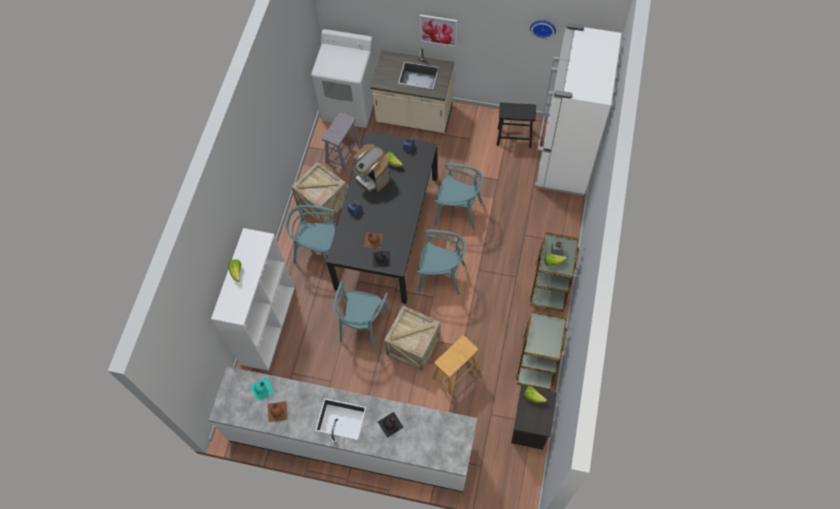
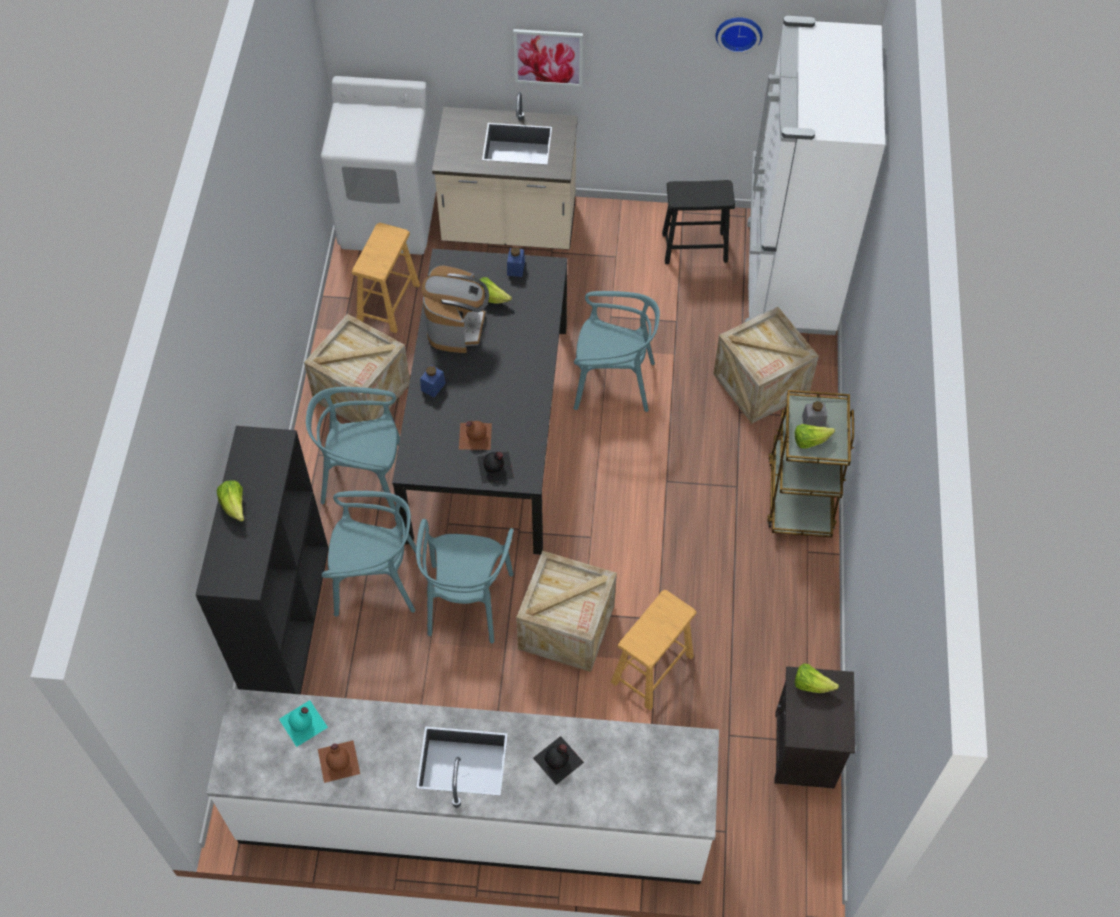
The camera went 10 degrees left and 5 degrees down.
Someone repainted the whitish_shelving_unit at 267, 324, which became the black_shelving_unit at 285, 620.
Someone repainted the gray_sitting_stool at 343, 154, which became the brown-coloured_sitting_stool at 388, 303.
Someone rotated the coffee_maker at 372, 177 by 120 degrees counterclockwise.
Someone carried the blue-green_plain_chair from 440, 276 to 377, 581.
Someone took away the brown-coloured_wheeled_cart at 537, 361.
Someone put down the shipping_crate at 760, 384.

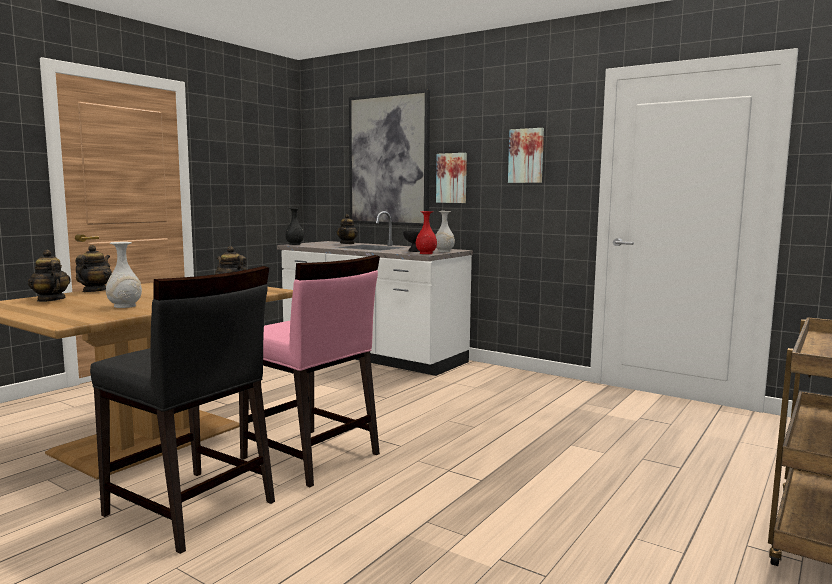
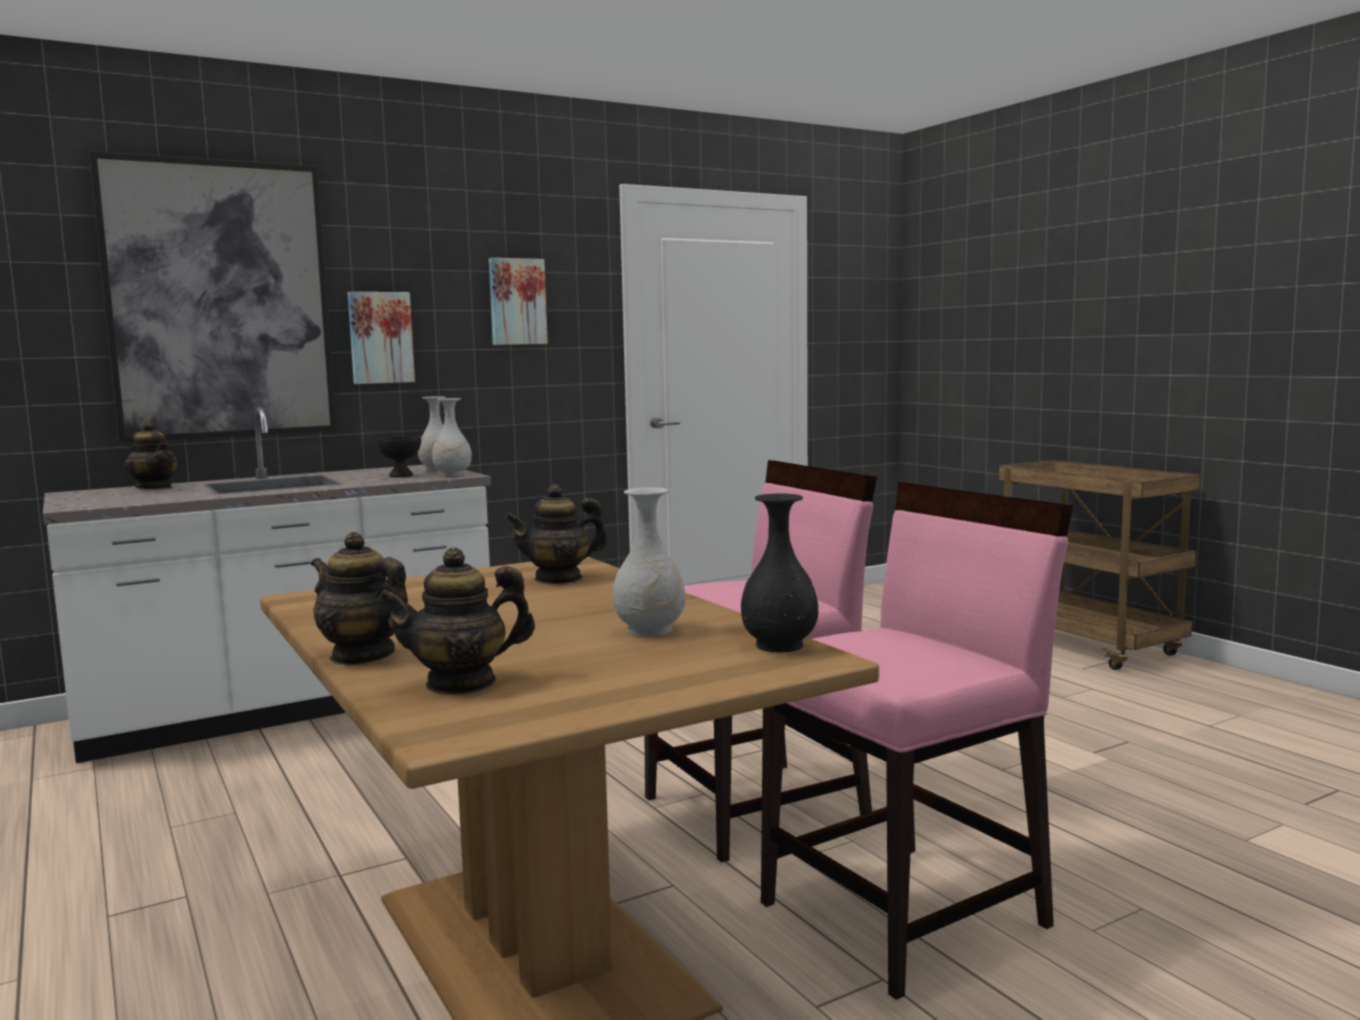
The camera went 65 degrees left and 0 degrees up.
Someone repainted the black_plain_chair at 190, 509, which became the pinkish_plain_chair at 907, 914.
Someone carried the black_flower_vase from 295, 244 to 780, 645.
Someone repainted the reddish_flower_vase at 426, 253, which became the whitish_flower_vase at 452, 474.

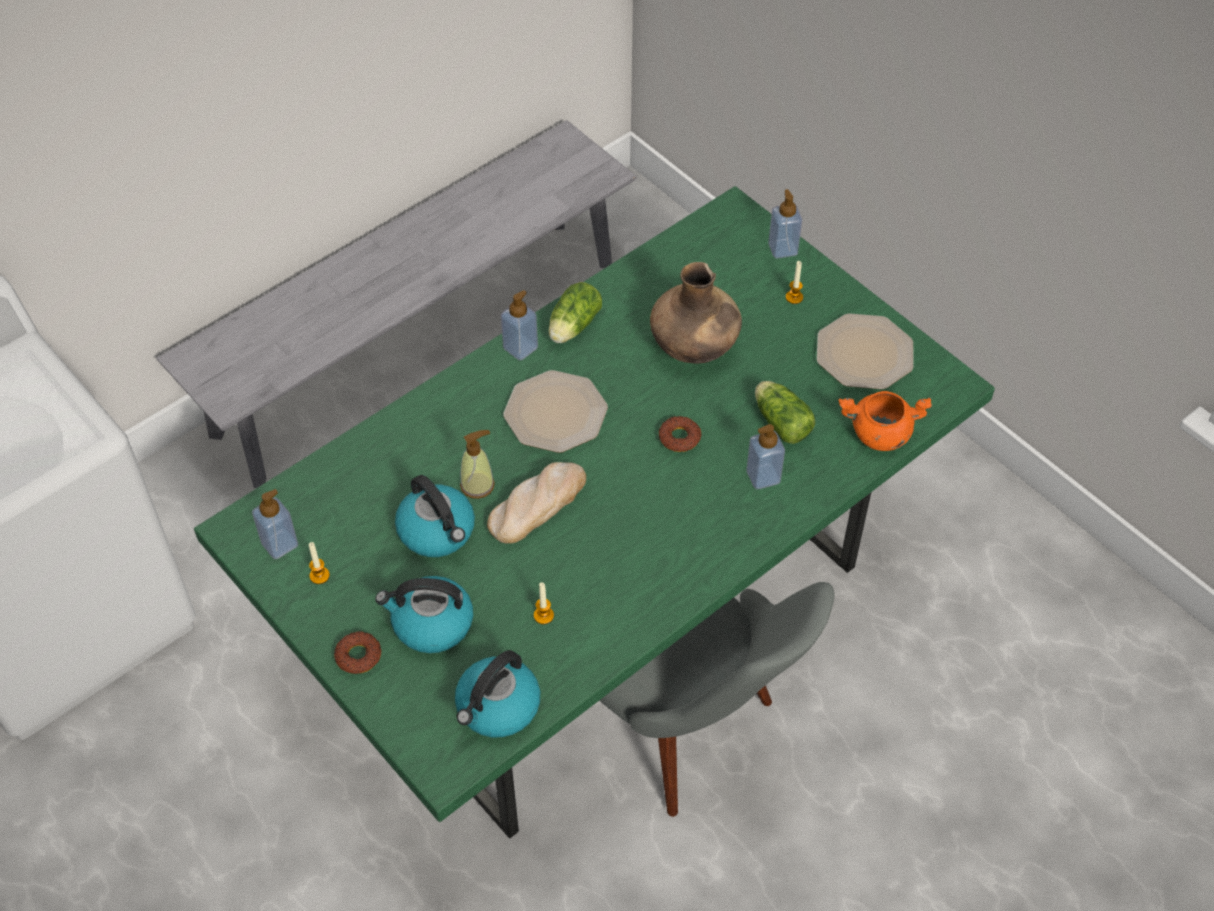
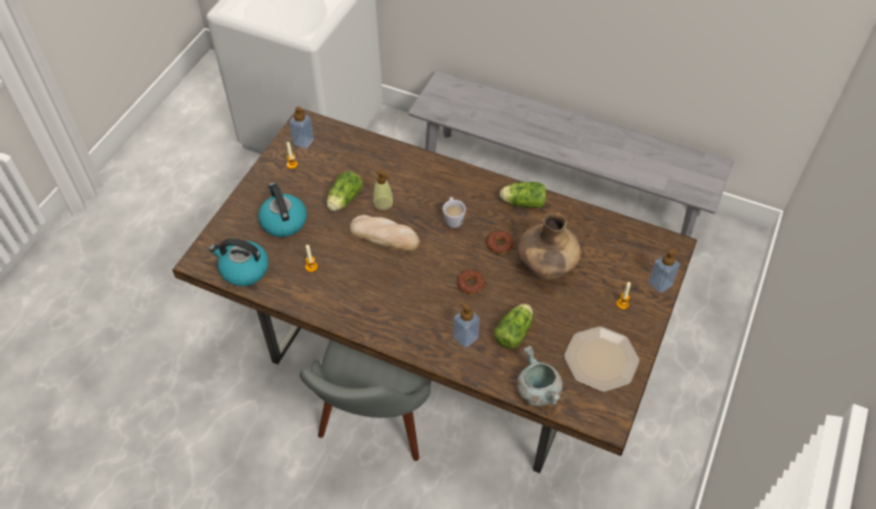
The camera went 65 degrees right and 0 degrees up.
Someone repainted the greenish_dining_table at 608, 604, which became the brown-coloured_dining_table at 439, 349.
Someone carried the donut from 358, 656 to 499, 244.
Someone swapped the water_kettle at 438, 531 for the lettuce at 343, 200.
Someone took away the liquid_soap_bottle at 520, 348.
Someone swapped the flat_dish at 554, 413 for the whitish_mug at 453, 218.
Someone repainted the orange_stockpot at 879, 434, which became the gray_stockpot at 537, 390.

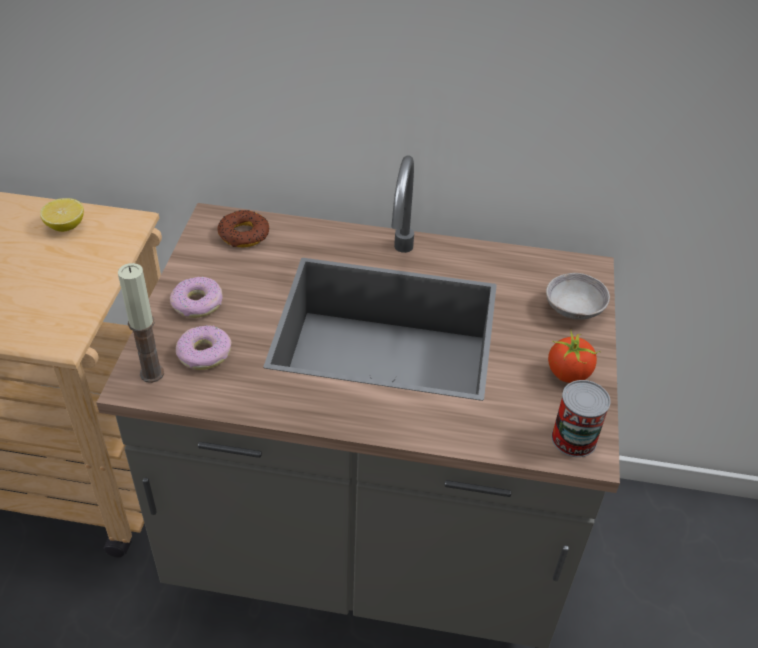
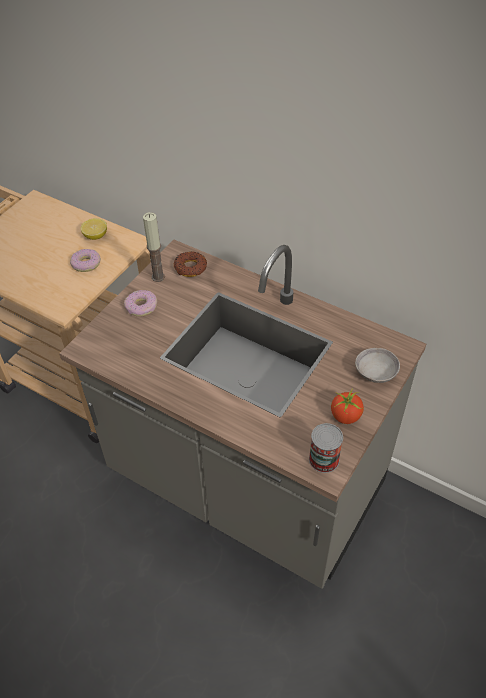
The camera went 25 degrees right and 5 degrees up.
Someone carried the wax_light from 152, 373 to 158, 277.
Someone carried the donut from 204, 353 to 86, 264.

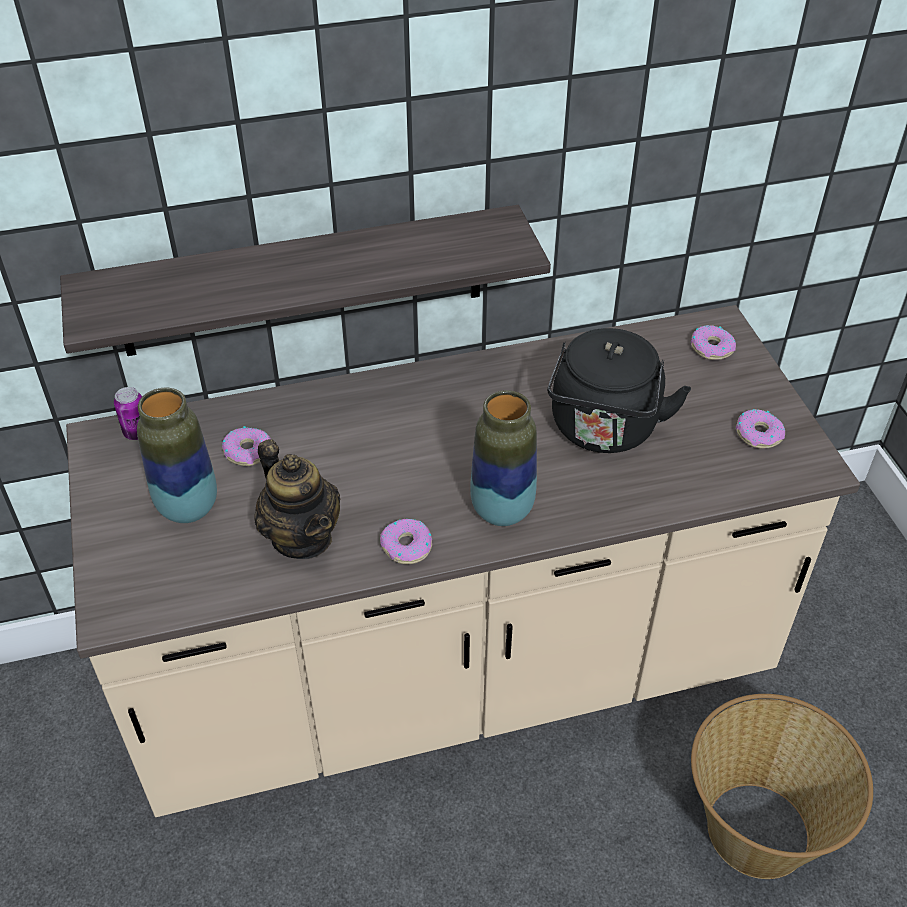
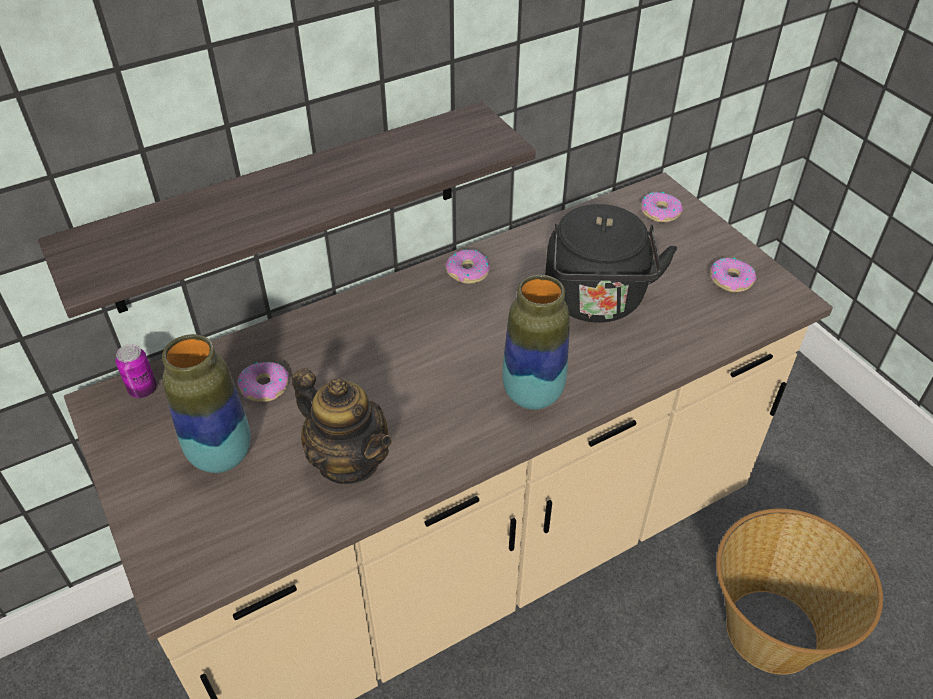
The camera went 15 degrees left and 0 degrees up.
Someone carried the donut from 406, 546 to 467, 272.

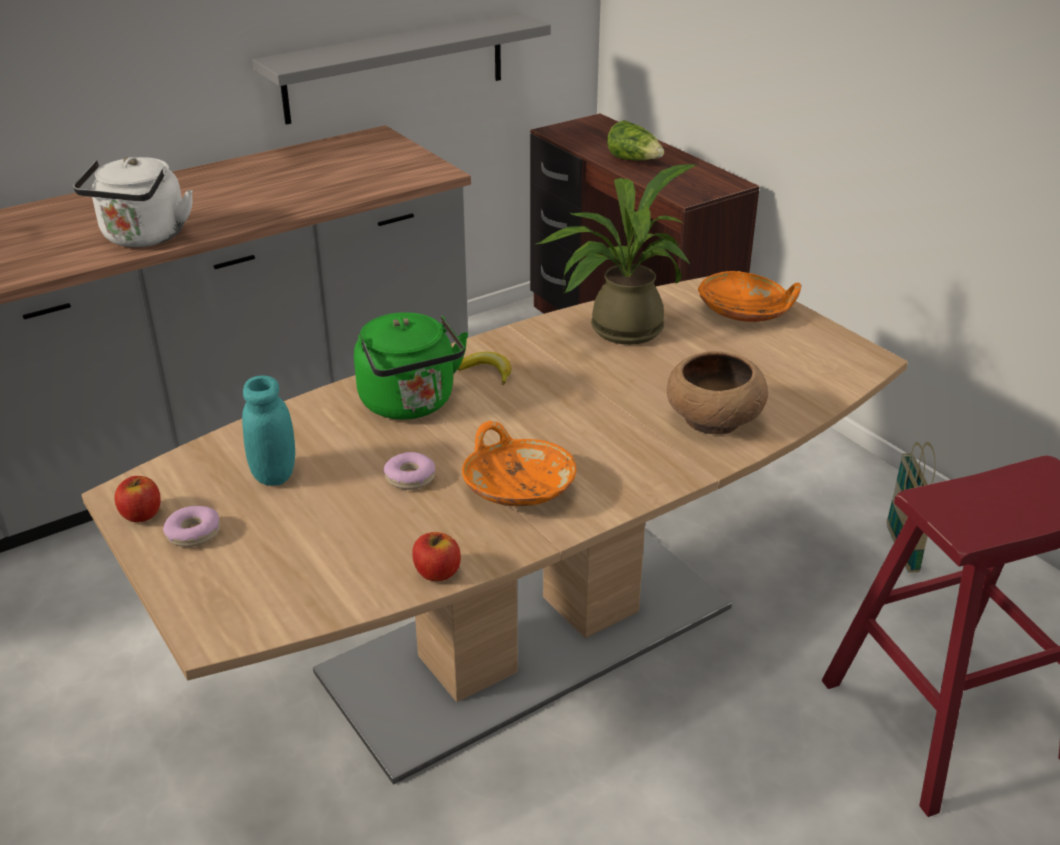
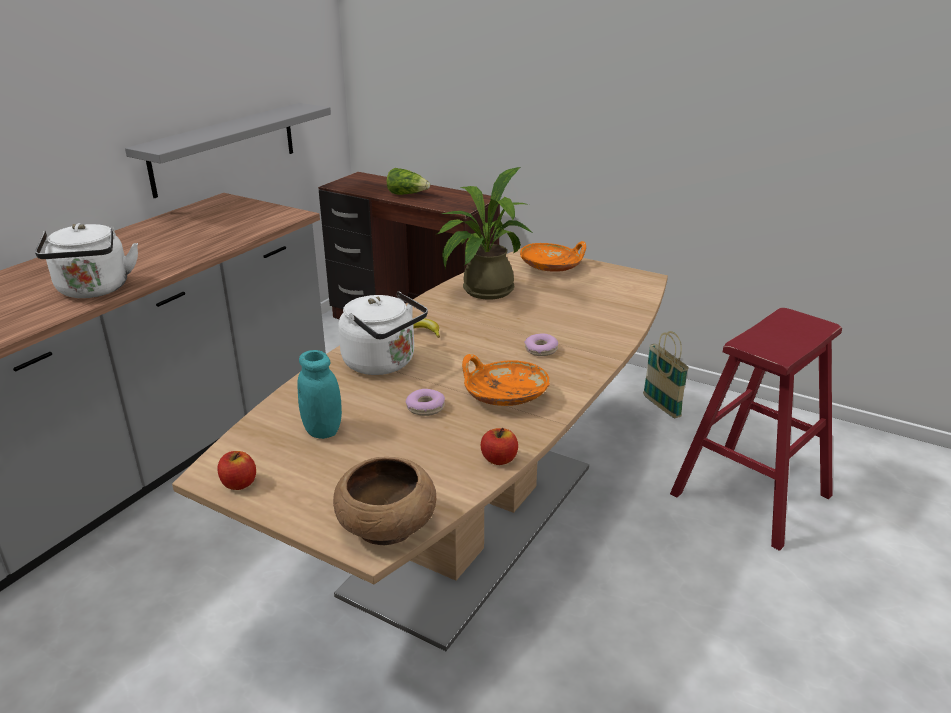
The camera went 25 degrees left and 5 degrees down.
Someone carried the donut from 193, 533 to 541, 350.
Someone repainted the greenish_water_kettle at 410, 404, which became the whitish_water_kettle at 383, 363.
Someone carried the brown-coloured_serving_bowl from 713, 420 to 386, 527.

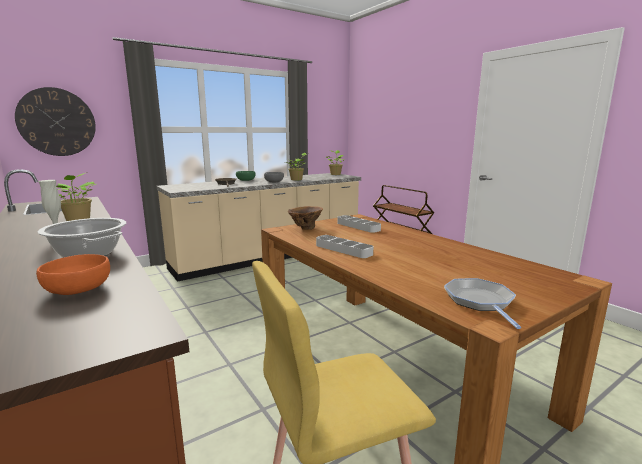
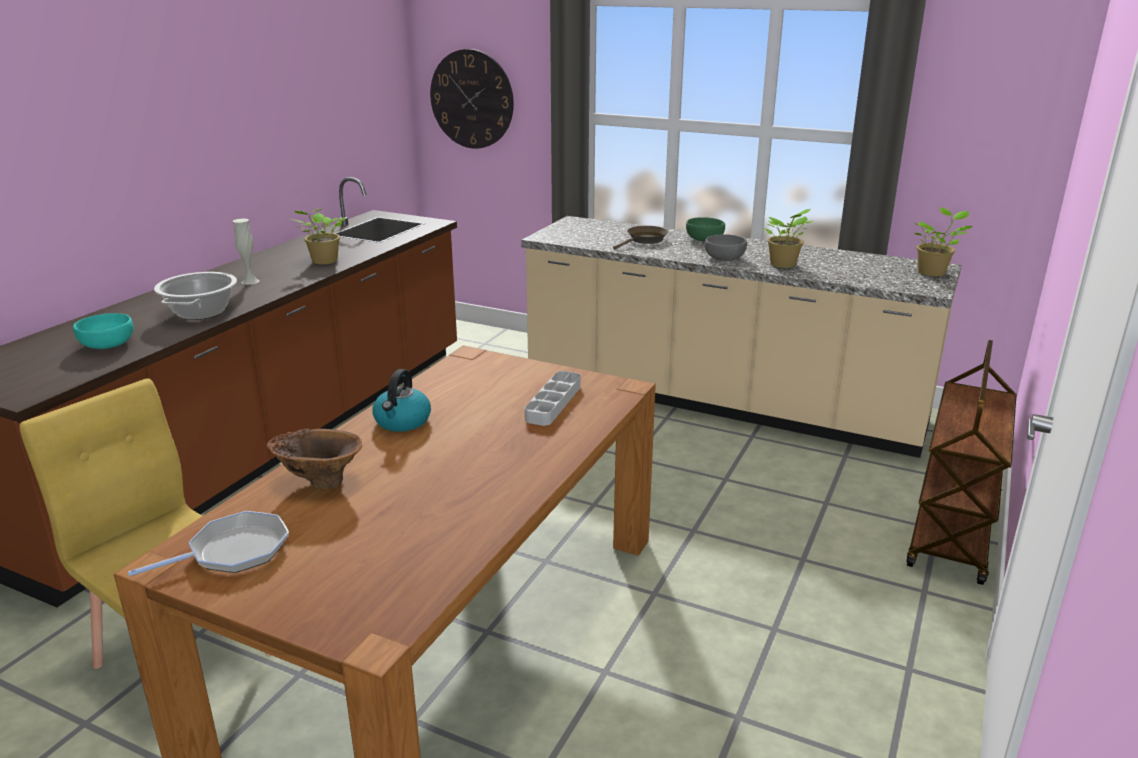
The camera went 60 degrees right and 10 degrees up.
Someone repainted the orange_serving_bowl at 79, 289, which became the blue-green_serving_bowl at 107, 345.
Someone carried the brown-coloured_flower_vase from 305, 229 to 319, 481.
Someone swapped the gray_tray at 343, 249 for the water_kettle at 402, 422.

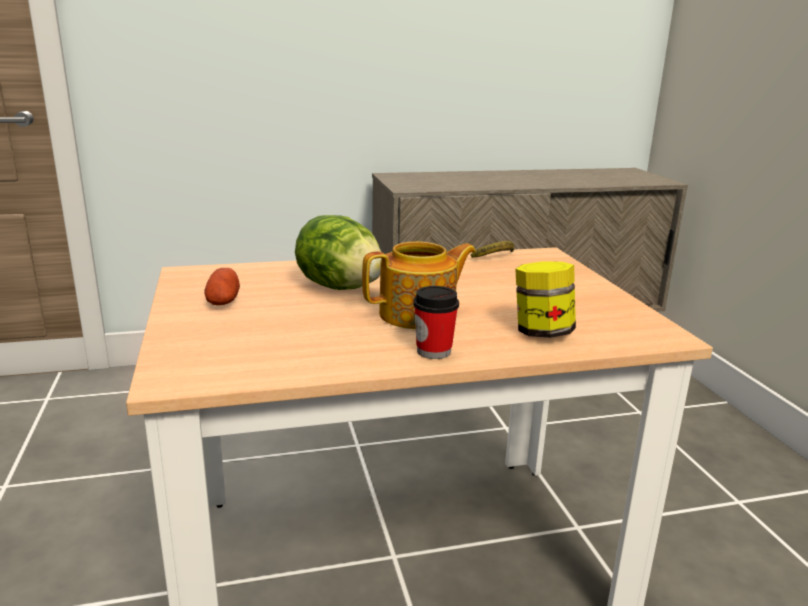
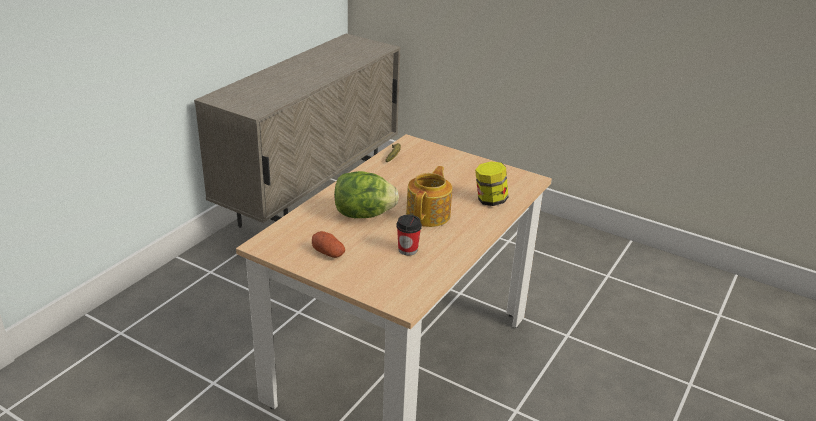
The camera went 45 degrees left and 10 degrees up.
Someone carried the drinking_cup from 433, 351 to 407, 250.

